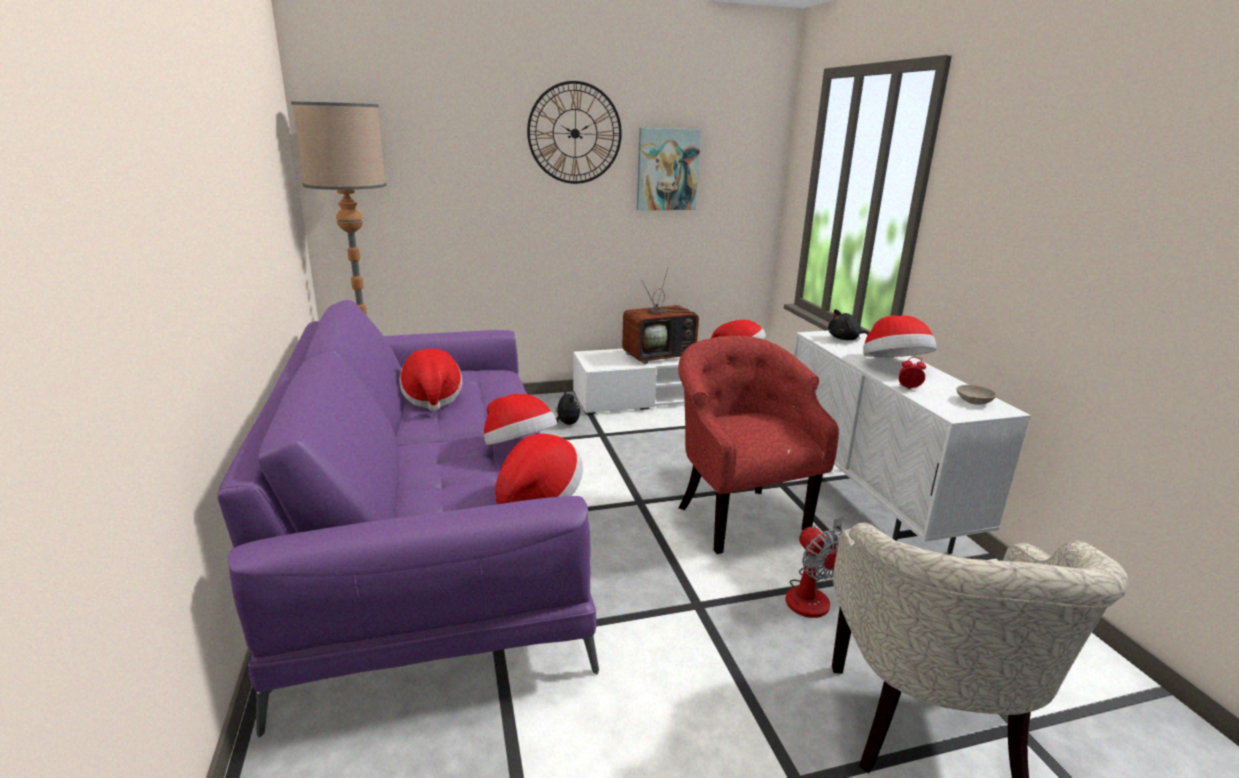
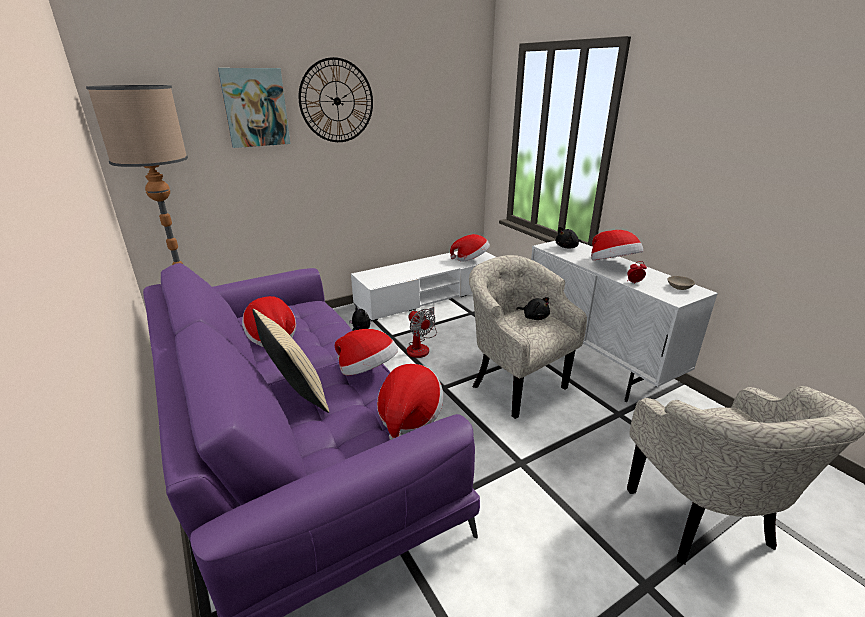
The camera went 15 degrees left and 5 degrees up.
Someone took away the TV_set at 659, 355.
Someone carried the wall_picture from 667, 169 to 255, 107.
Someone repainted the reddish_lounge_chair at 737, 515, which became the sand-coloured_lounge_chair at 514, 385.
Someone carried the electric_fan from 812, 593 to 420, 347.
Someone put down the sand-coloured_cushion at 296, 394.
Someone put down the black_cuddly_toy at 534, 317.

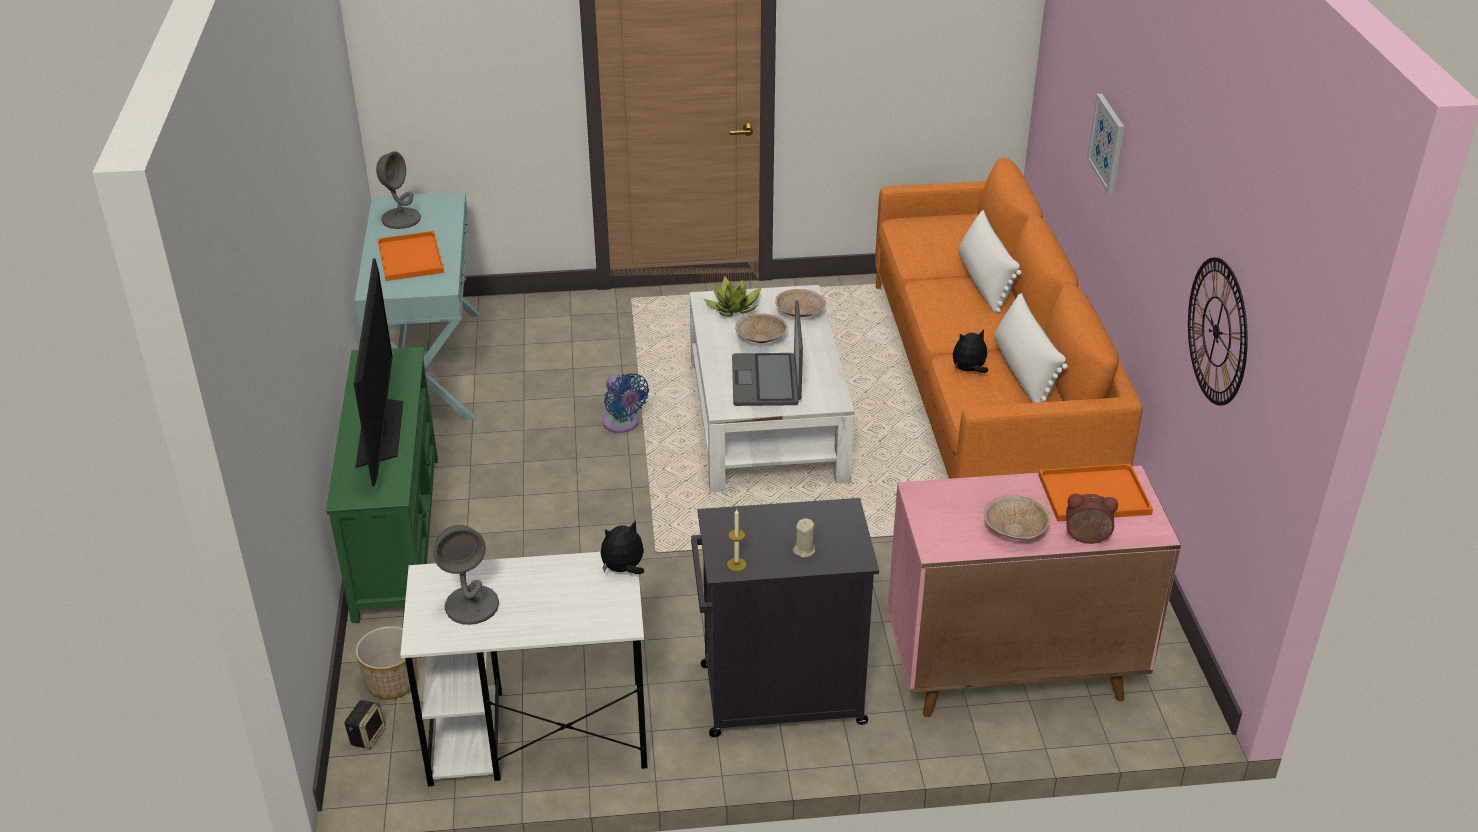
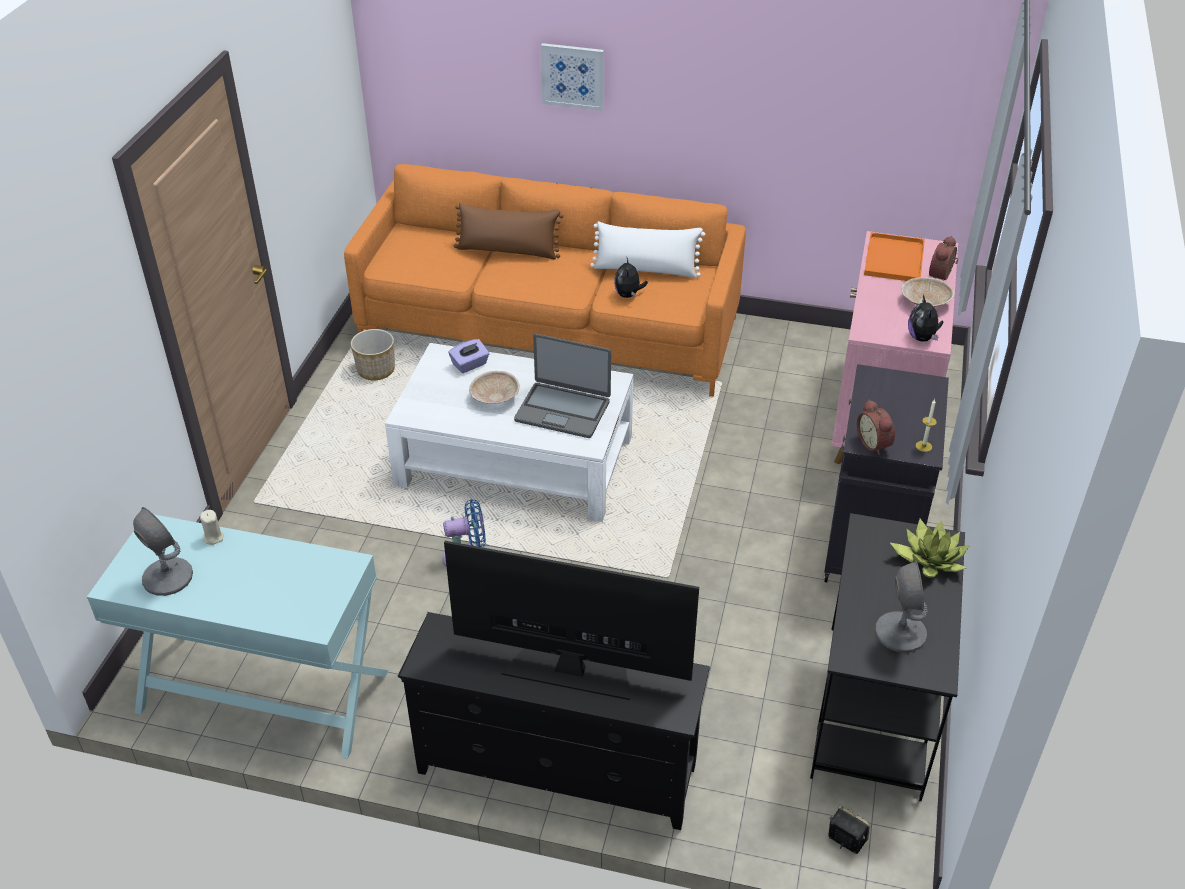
The camera went 70 degrees left and 5 degrees up.
Someone repainted the greenish_tv_unit at 396, 536, which became the black_tv_unit at 556, 770.
Someone carried the plant_pot from 391, 682 to 376, 370.
Someone took away the orange_tray at 409, 257.
Someone repainted the whitish_desk at 535, 733, which became the black_desk at 874, 710.
Someone carried the cuddly_toy from 624, 569 to 922, 338.
Someone carried the potted_plant from 734, 308 to 929, 559.
Someone swapped the sand-coloured_serving_bowl at 800, 313 for the purple-coloured_tissue_box at 470, 365.
Someone carried the sand-coloured_wax_light from 804, 550 to 213, 537.
Someone repainted the whitish_cushion at 984, 281, which became the brown-coloured_cushion at 508, 251.
Someone took away the wall_clock at 1217, 331.
Someone put down the alarm_clock at 875, 443.

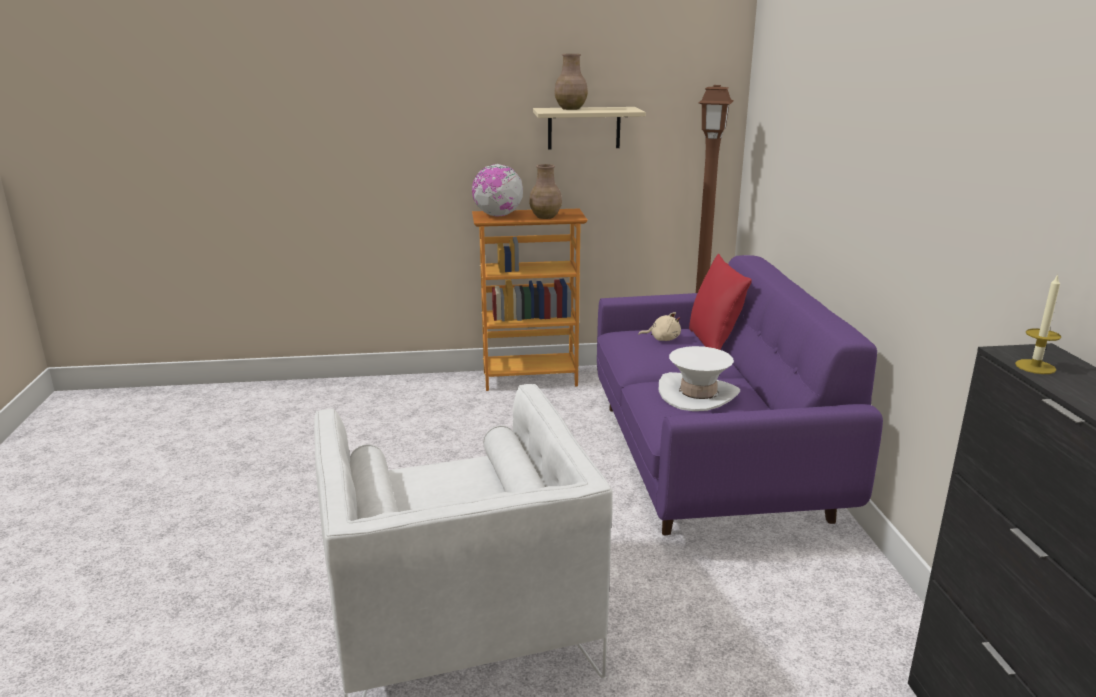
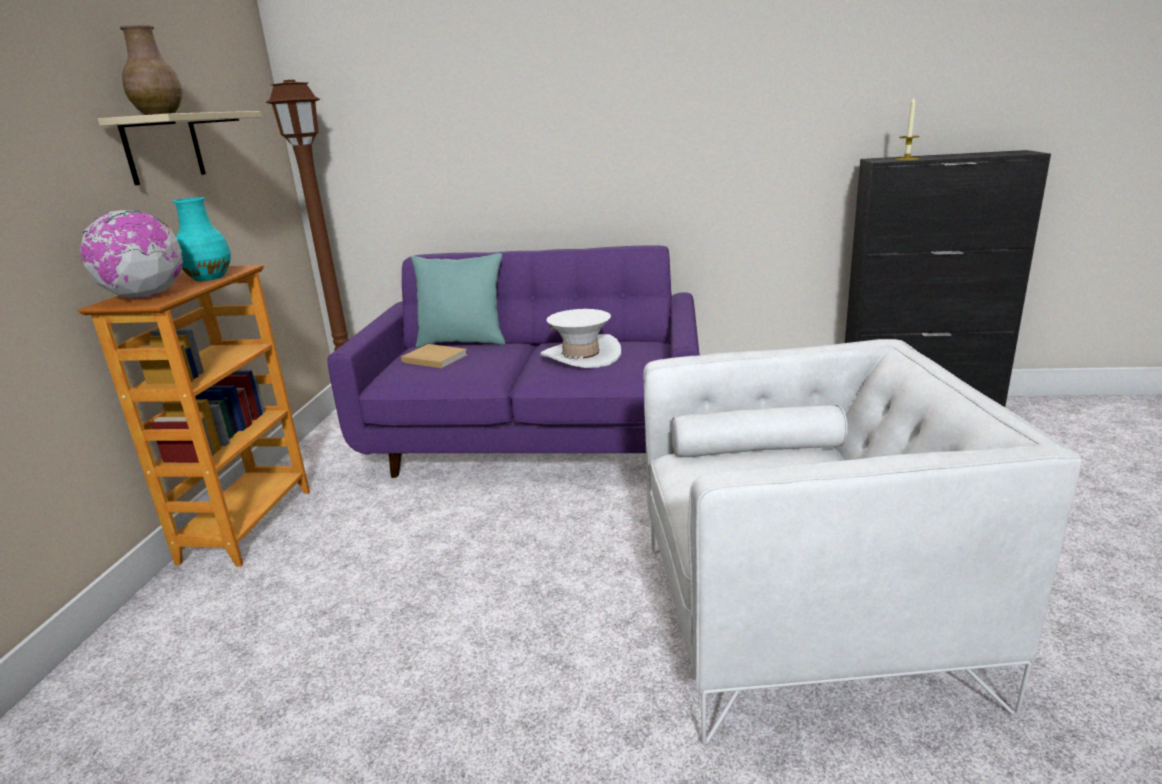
The camera went 75 degrees left and 0 degrees up.
Someone repainted the brown-coloured_flower_vase at 545, 217, which became the blue-green_flower_vase at 210, 278.
Someone swapped the sand-coloured_cuddly_toy at 662, 339 for the sand-coloured_volume at 433, 358.
Someone repainted the reddish_cushion at 714, 343, which became the blue-green_cushion at 463, 342.

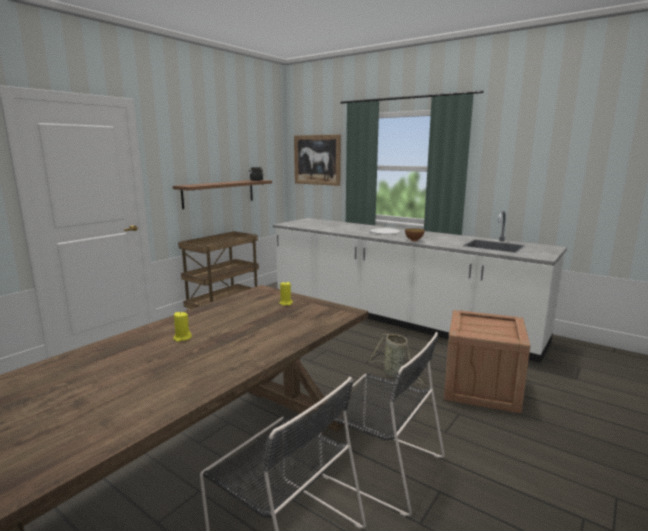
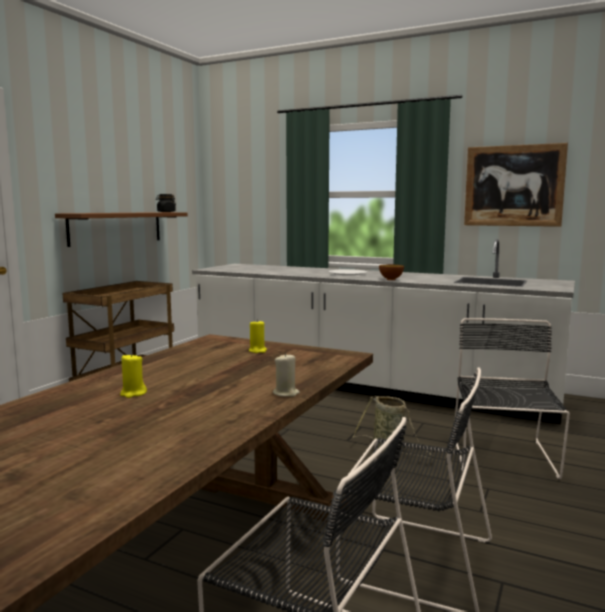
The camera went 10 degrees left and 5 degrees down.
Someone carried the wall_picture from 317, 160 to 513, 186.
Someone swapped the shipping_crate at 481, 388 for the black_plain_chair at 503, 458.
Someone put down the sand-coloured_wax_light at 286, 393.

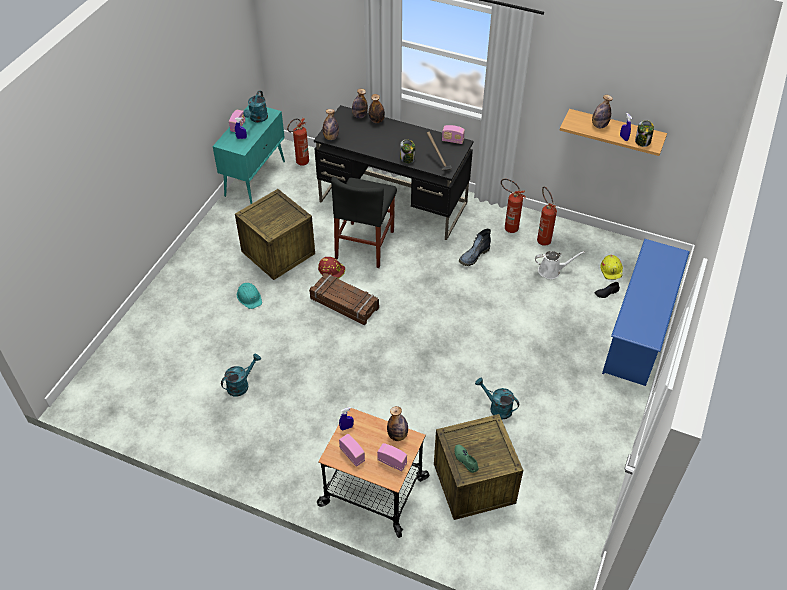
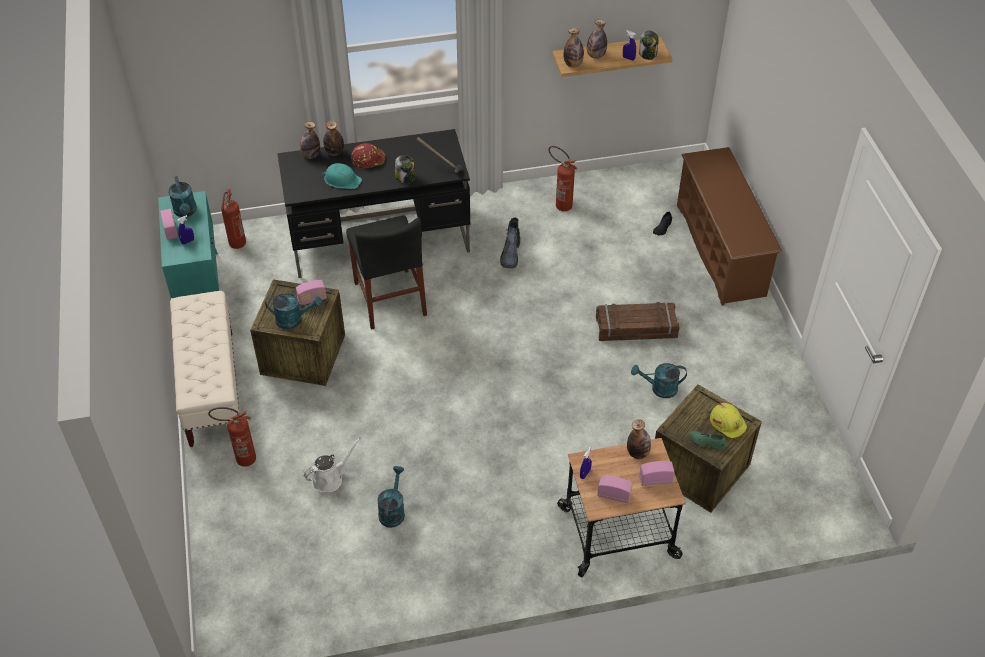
The camera went 35 degrees left and 0 degrees up.
Someone carried the blue-green_safety_helmet from 249, 297 to 342, 180.
Someone carried the shipping_crate from 344, 304 to 636, 328.
Someone carried the reddish_safety_helmet from 331, 270 to 368, 159.
Someone carried the drink_bottle from 331, 137 to 573, 64.
Someone carried the radio_set from 452, 140 to 312, 299.
Someone carried the extinguisher from 508, 227 to 241, 459.
Someone carried the whitish_sprinkling_can from 551, 271 to 330, 478.
Someone carried the yellow_safety_helmet from 611, 270 to 728, 423.
Someone repainted the bluish_shoe_rack at 638, 332, which became the brown-coloured_shoe_rack at 720, 250.
Someone put down the sand-coloured_bench at 211, 387.
Someone put down the blue-green_sprinkling_can at 294, 320.

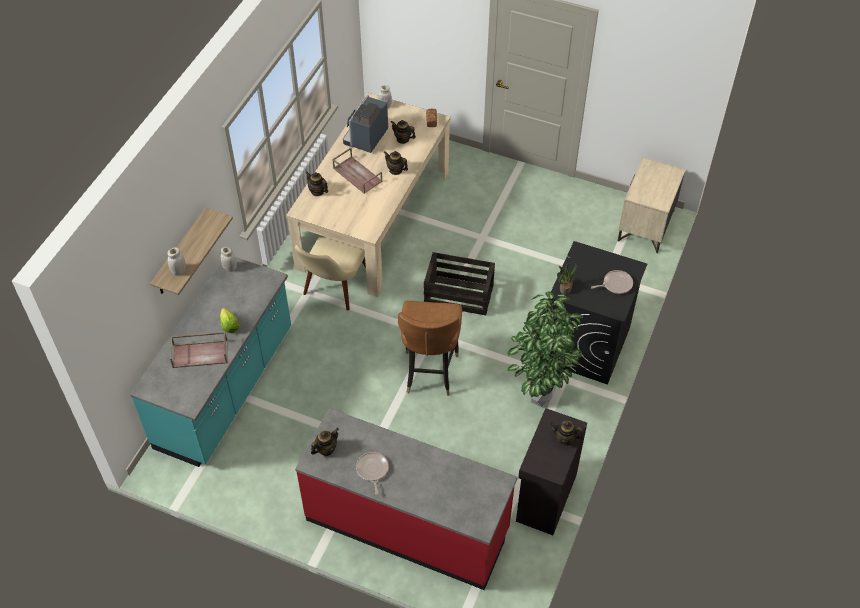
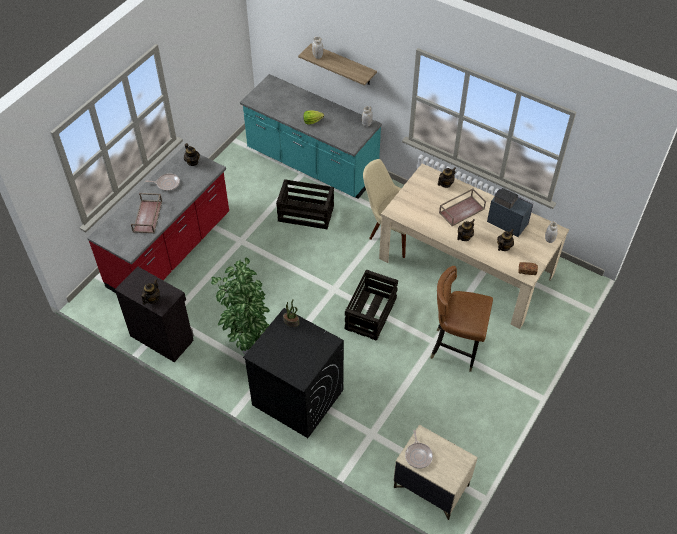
The camera went 100 degrees right and 0 degrees up.
Someone carried the brown-coloured_tray from 201, 353 to 148, 217.
Someone carried the brown-coloured_plain_chair from 429, 372 to 456, 348.
Someone carried the pan from 615, 284 to 418, 455.
Someone put down the shipping_crate at 306, 214.

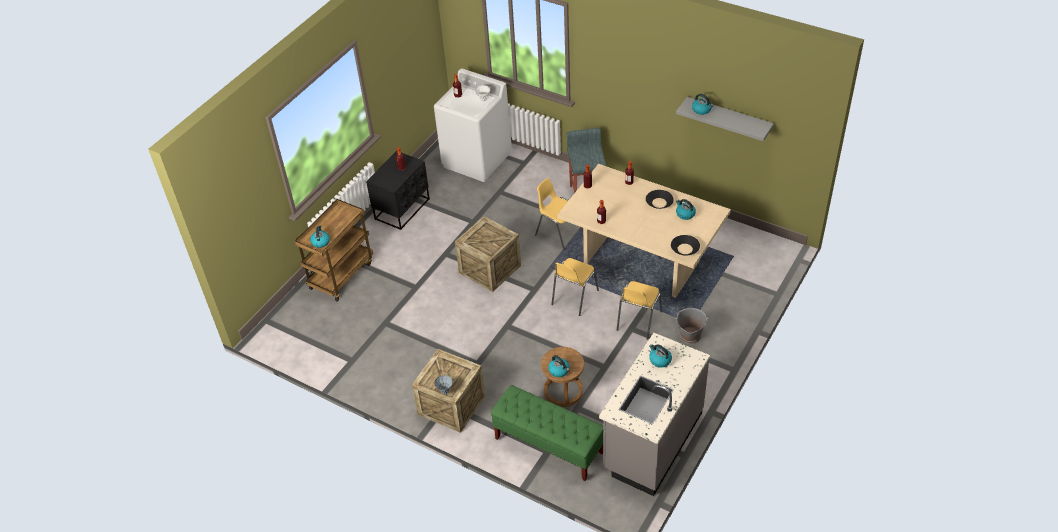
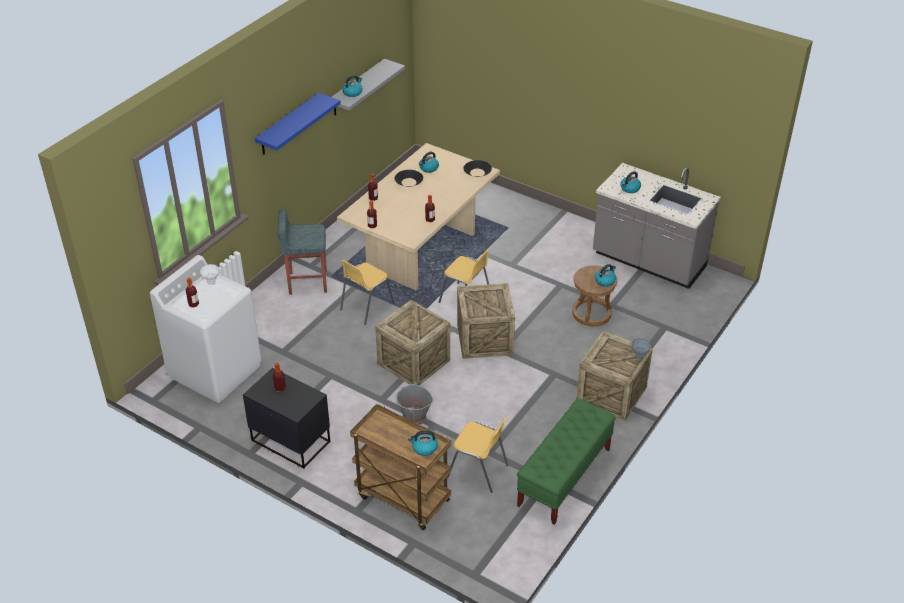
The camera went 90 degrees left and 5 degrees down.
Someone carried the greenish_bench from 548, 446 to 564, 477.
Someone carried the yellow_plain_chair from 638, 321 to 478, 471.
Someone carried the gray_water_bucket from 689, 336 to 414, 417.
Someone put up the bluish_bracket_shelf at 288, 125.
Someone put down the shipping_crate at 484, 339.

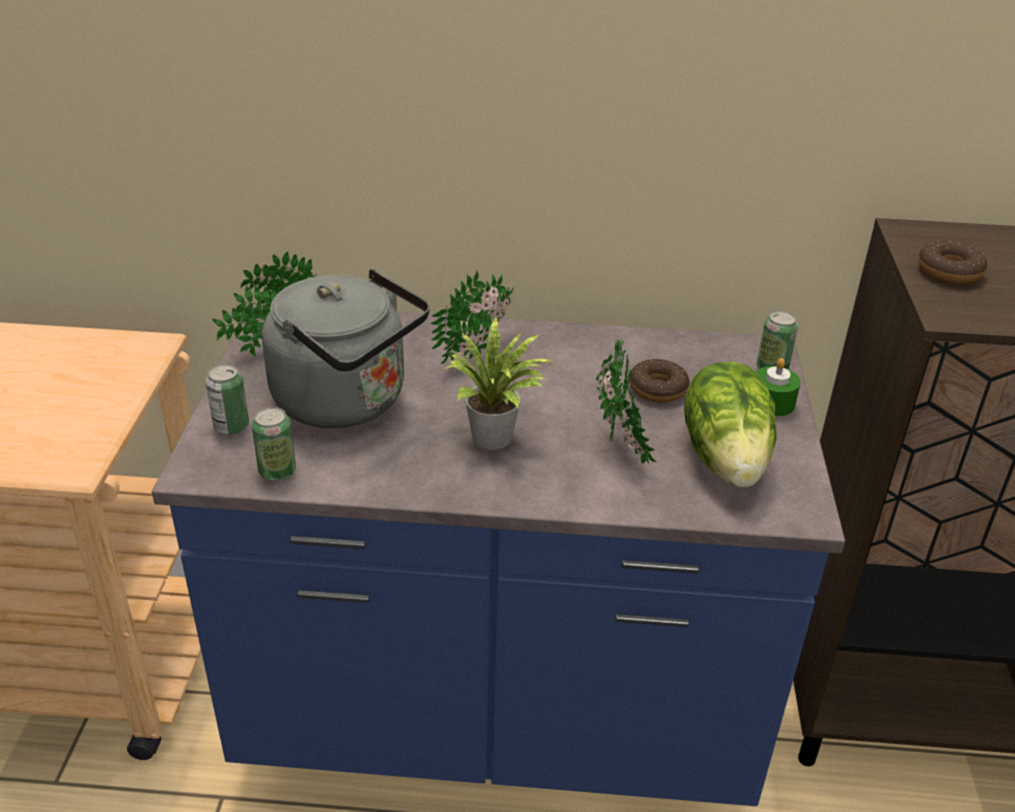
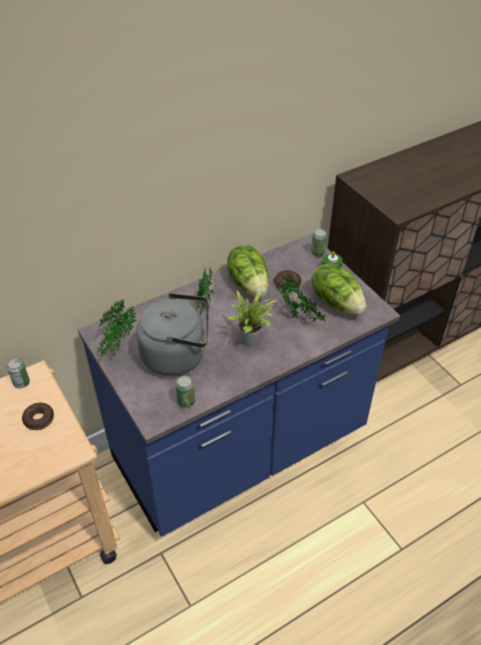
The camera went 35 degrees left and 10 degrees up.
Someone carried the metal_can from 231, 426 to 21, 383.
Someone carried the donut from 949, 272 to 39, 419.
Someone put down the lettuce at 249, 284.

